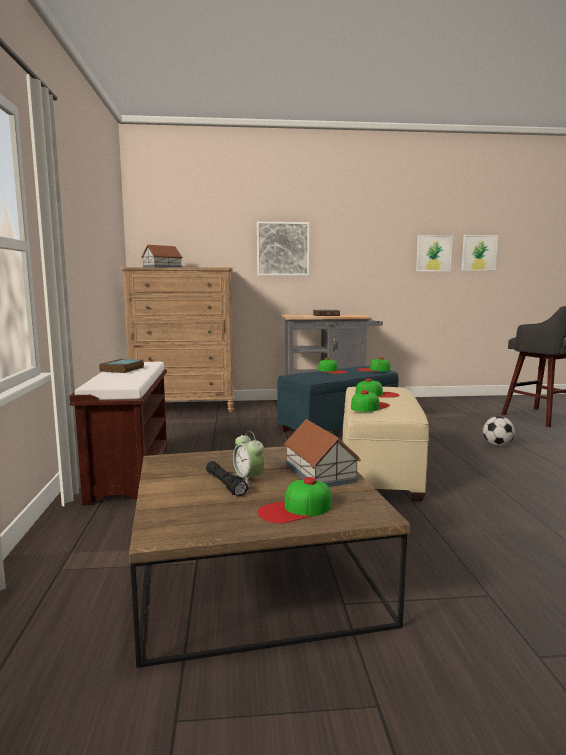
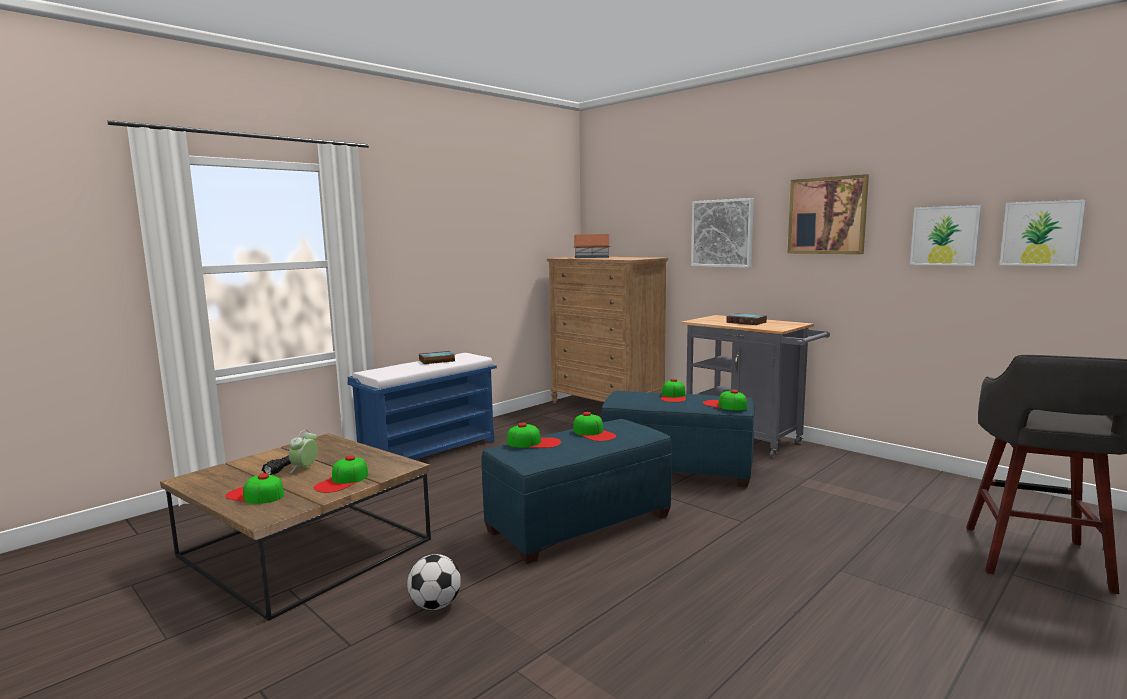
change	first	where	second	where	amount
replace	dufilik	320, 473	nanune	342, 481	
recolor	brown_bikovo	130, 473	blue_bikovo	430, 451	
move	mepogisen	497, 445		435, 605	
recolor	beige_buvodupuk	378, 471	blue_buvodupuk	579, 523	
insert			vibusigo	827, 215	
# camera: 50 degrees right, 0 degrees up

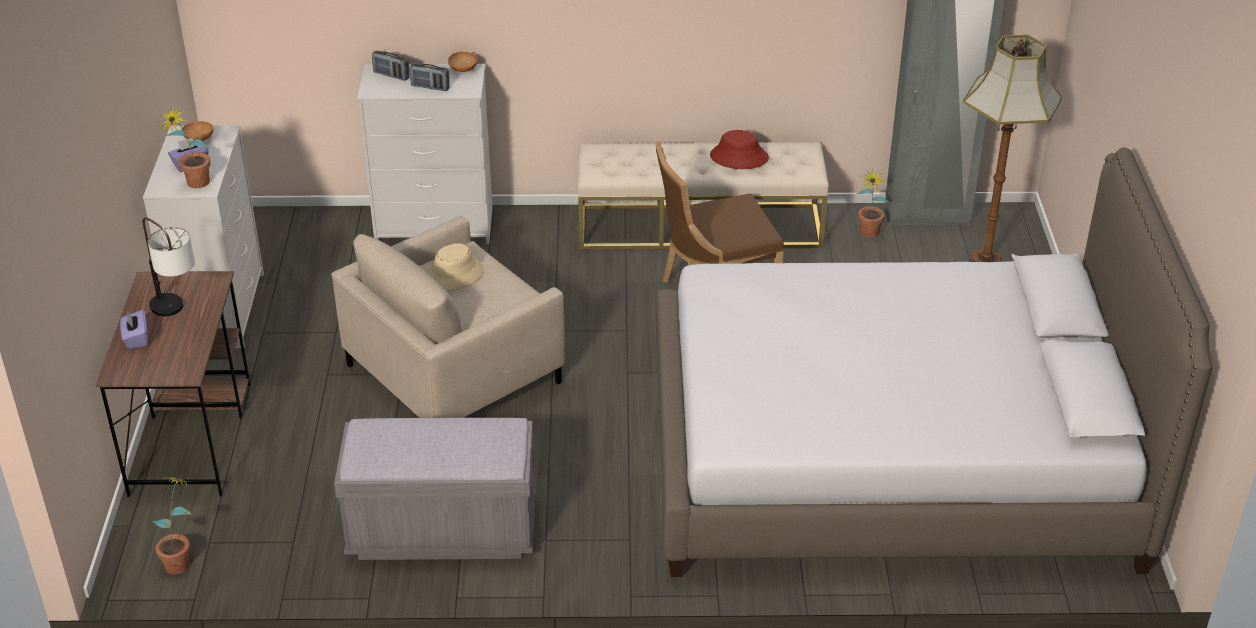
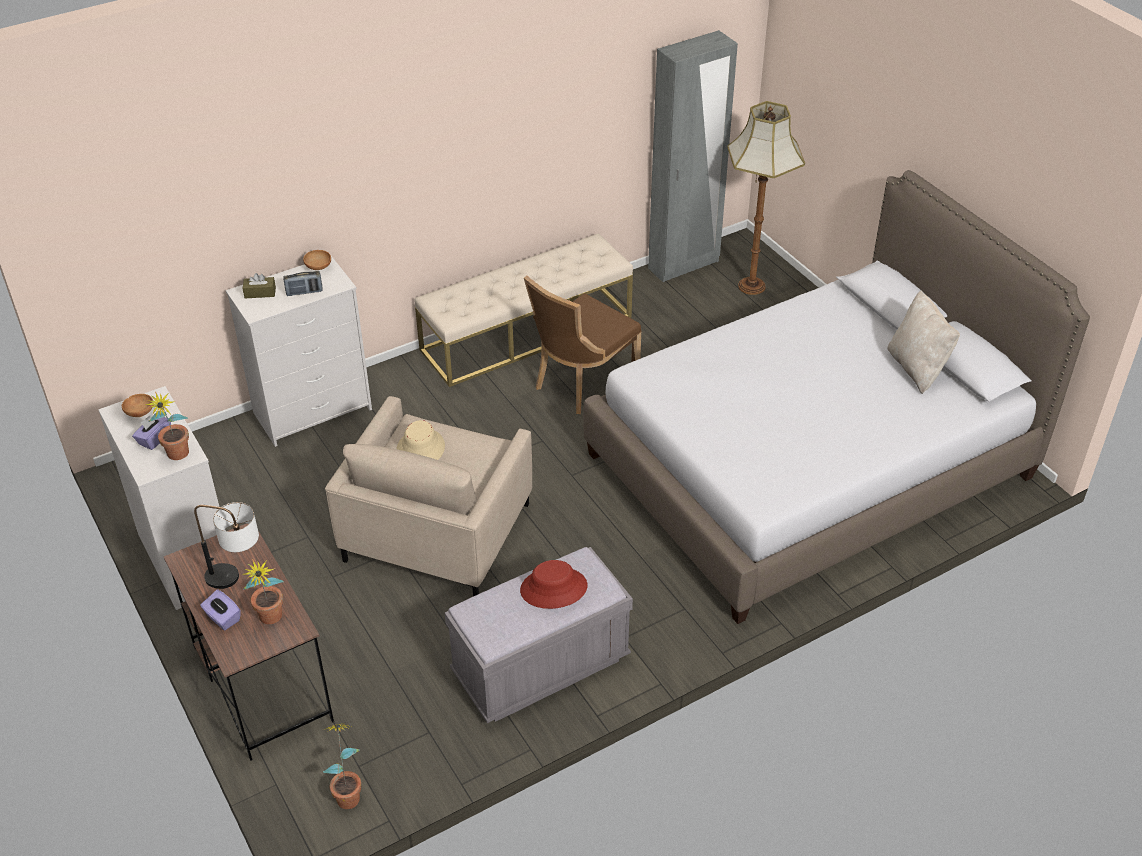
change	first	where	second	where	amount
move	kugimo	868, 235		271, 621	
replace	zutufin	391, 75	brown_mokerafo	260, 293	
move	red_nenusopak	739, 157		553, 589	
insert			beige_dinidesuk	917, 368	
# camera: 30 degrees left, 5 degrees up

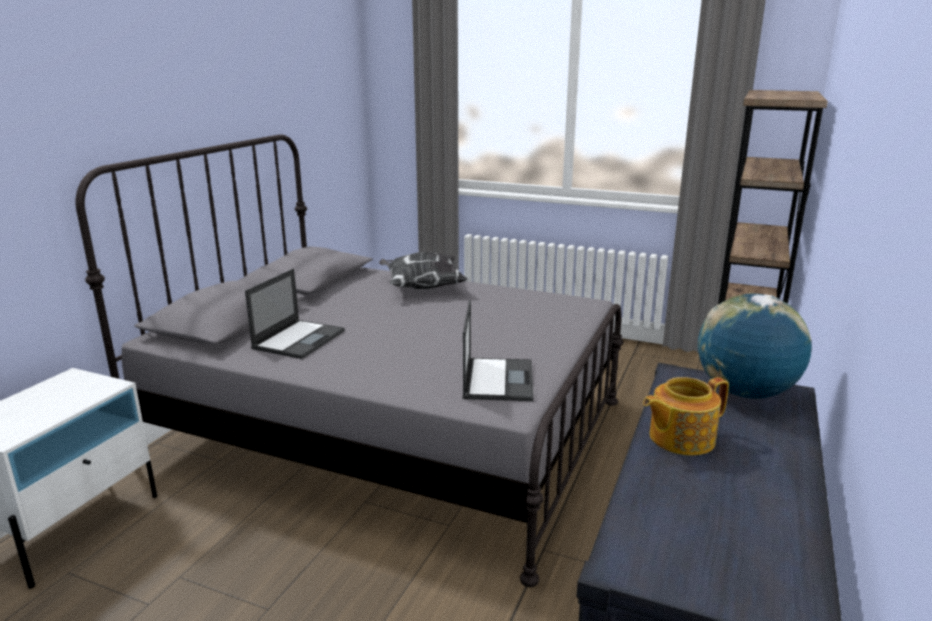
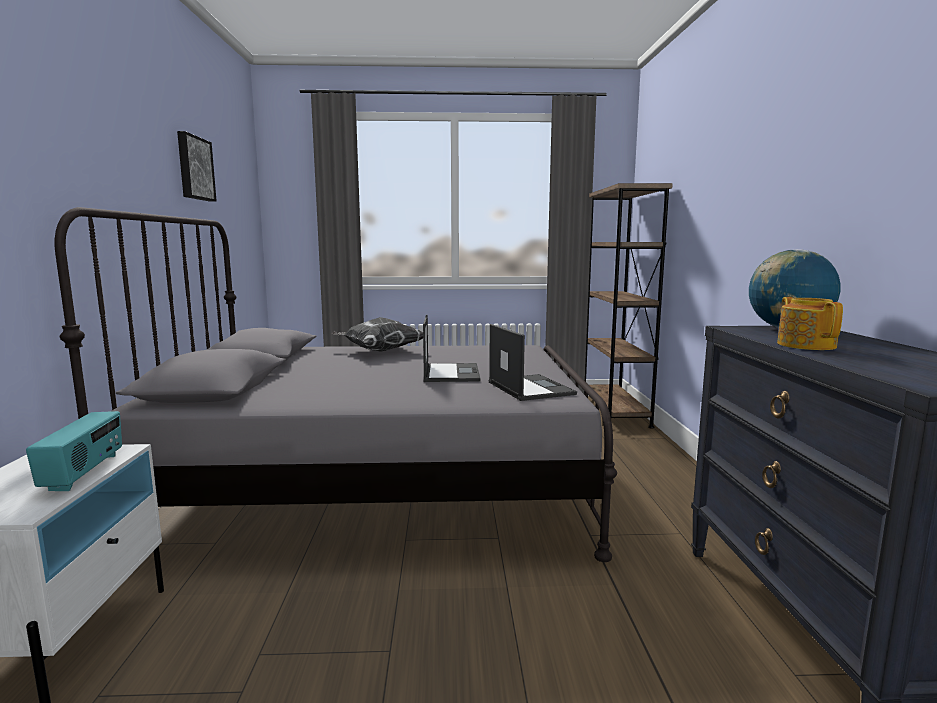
change	first	where	second	where	amount
insert			zutufin	85, 472	
insert			vibusigo	194, 168	
move	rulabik	299, 339		451, 373	
rotate	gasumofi	679, 438		806, 345	135 degrees clockwise
# camera: 25 degrees left, 10 degrees down

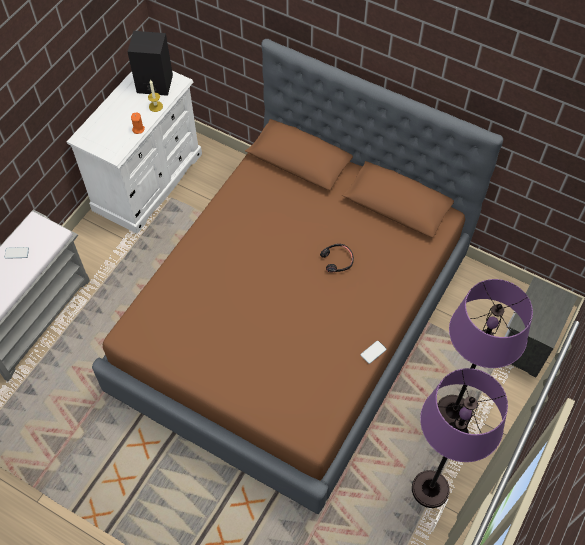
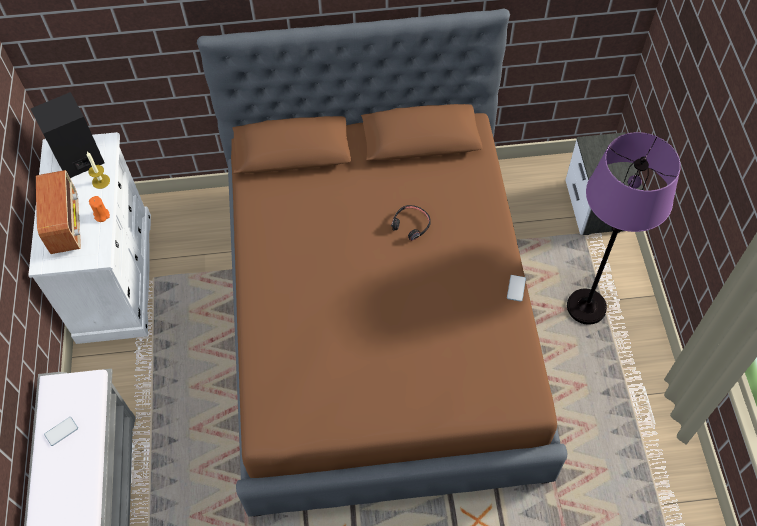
change	first	where	second	where	amount
insert			zutufin	66, 224	
delete	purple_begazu	430, 489			
# camera: 35 degrees left, 0 degrees up

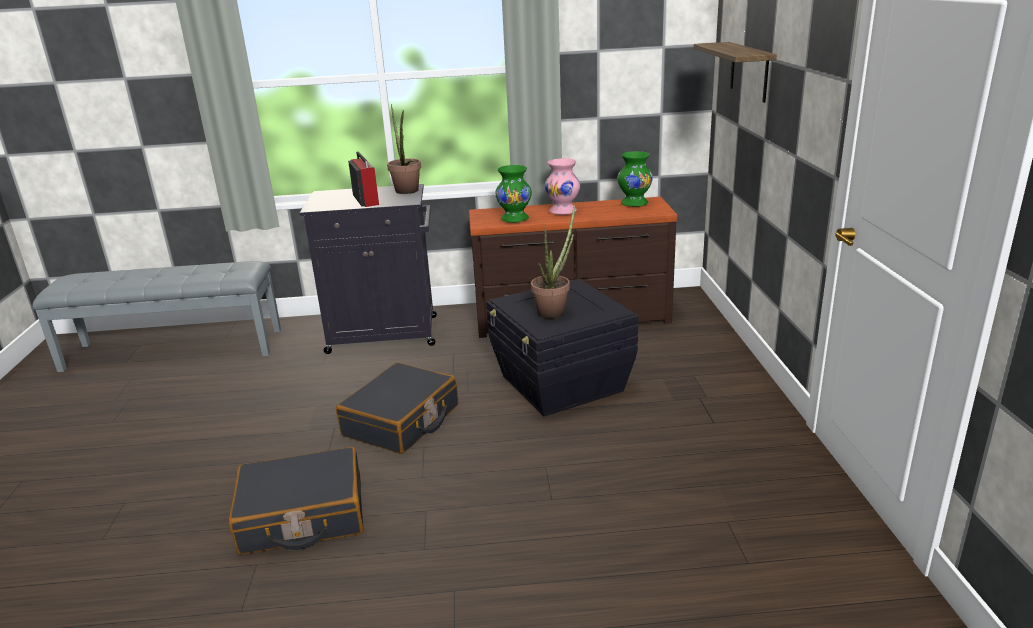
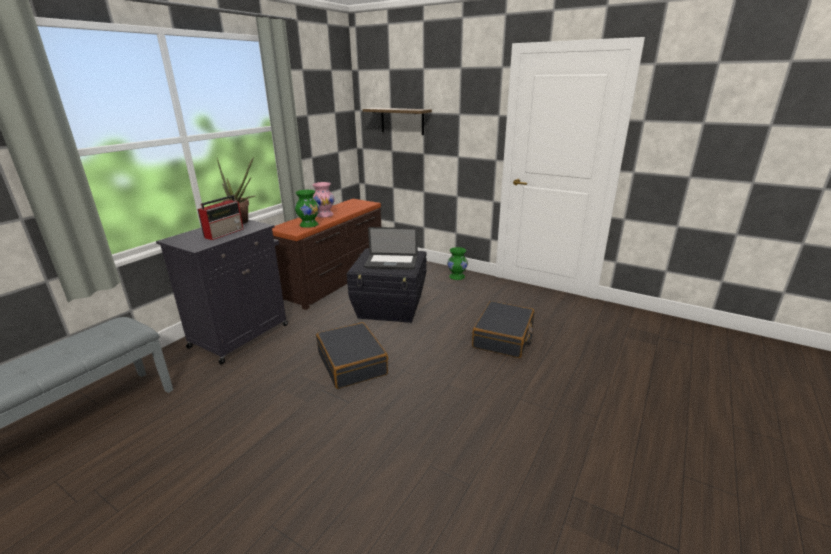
change	first	where	second	where	amount
rotate	zutufin	366, 199		225, 233	105 degrees clockwise
replace	kugimo	554, 310	rulabik	391, 263	
move	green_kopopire	634, 203		457, 277	
move	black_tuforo	302, 516		503, 337	
# camera: 55 degrees left, 0 degrees up

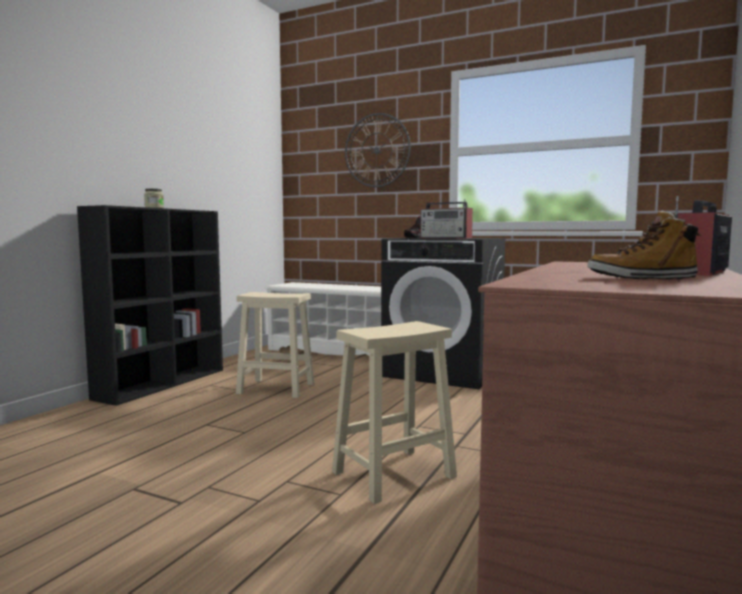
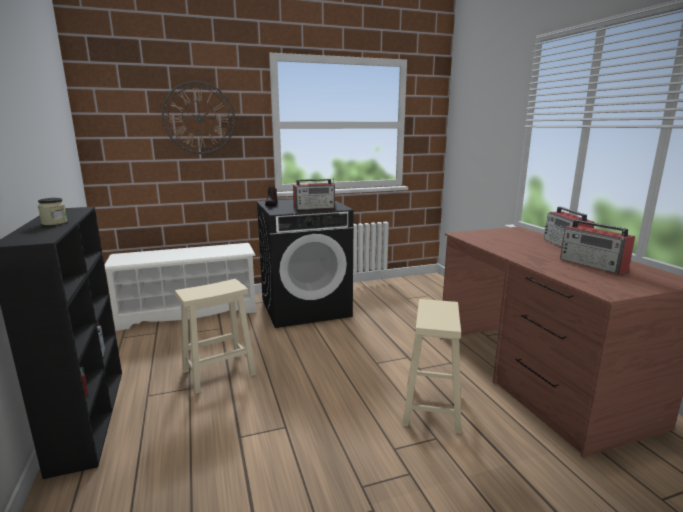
change	first	where	second	where	amount
replace	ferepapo	641, 278	zutufin	593, 265	
# camera: 45 degrees left, 10 degrees up

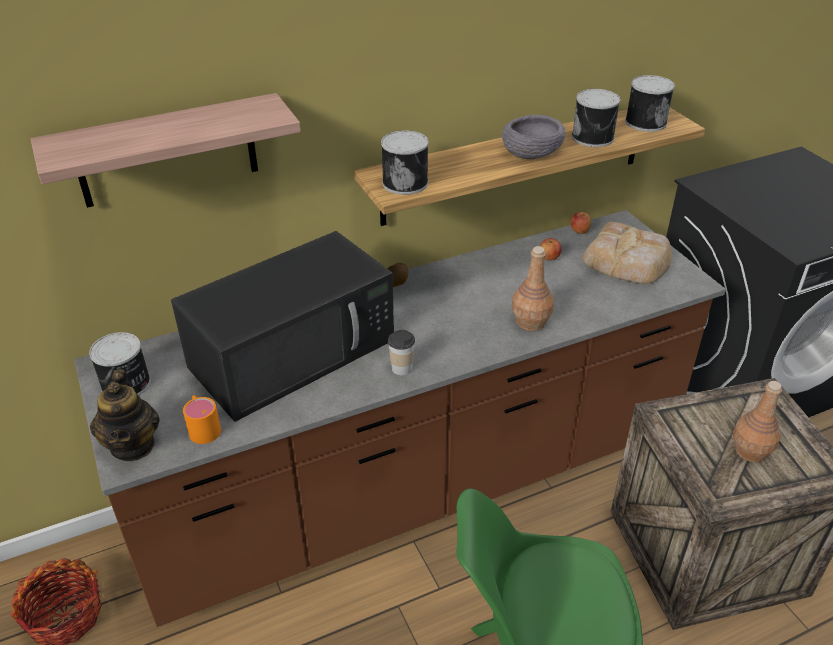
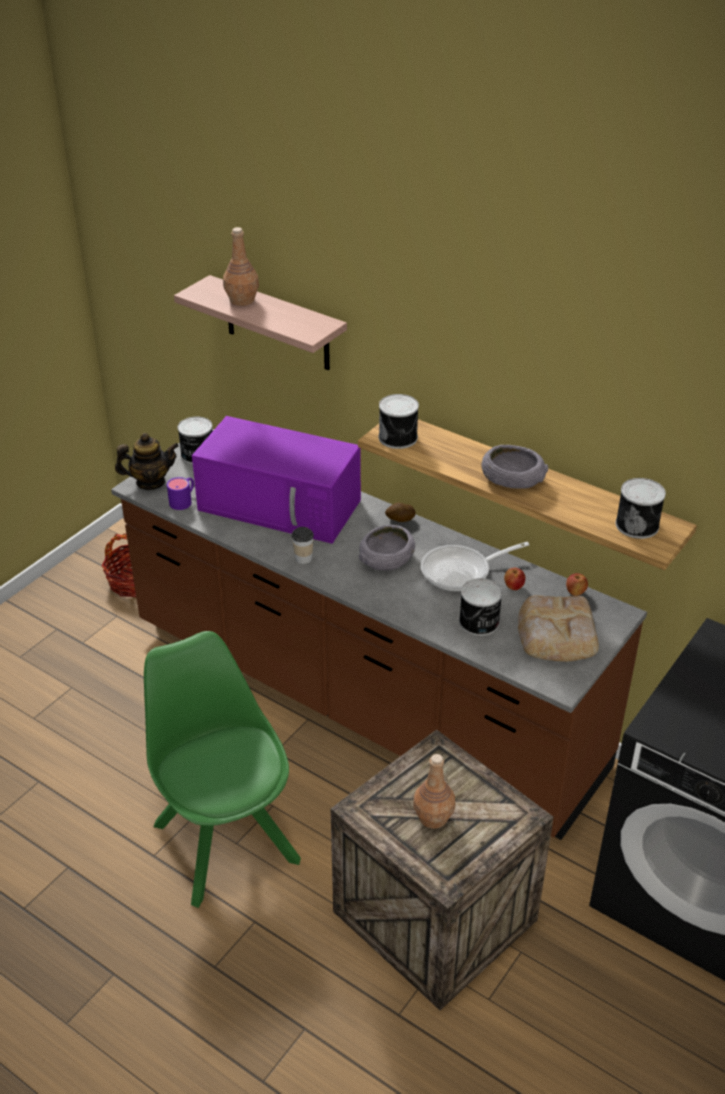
change	first	where	second	where	amount
rotate	gasumofi	133, 445		150, 482	150 degrees counterclockwise
recolor	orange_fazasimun	203, 427	purple_fazasimun	184, 500	
recolor	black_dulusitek	294, 351	purple_dulusitek	282, 505	
move	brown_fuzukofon	531, 322		242, 300	
insert			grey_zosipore	387, 558	
insert			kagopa	461, 571	
move	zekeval	594, 137		479, 623	
# camera: 60 degrees right, 0 degrees up

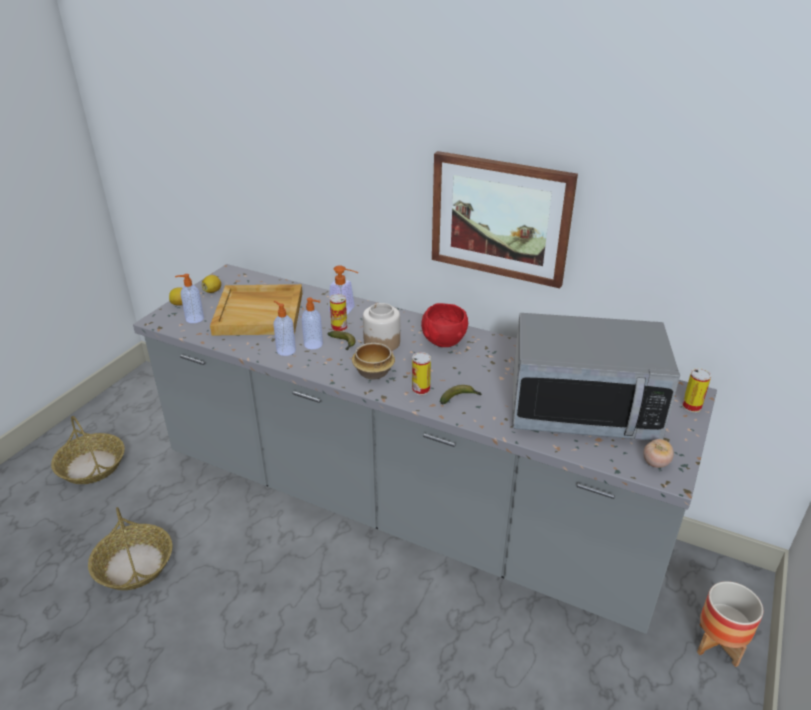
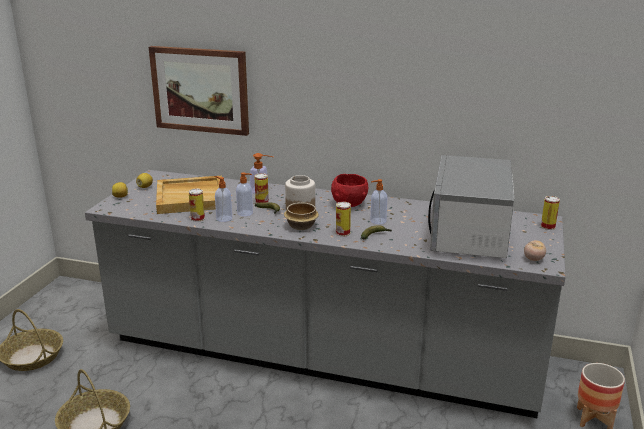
change	first	where	second	where	amount
move	vibusigo	500, 218		200, 90	
insert			zekeval	197, 218	
move	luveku	194, 319		377, 221	
rotate	dulusitek	582, 409		470, 234	105 degrees clockwise
# camera: 10 degrees left, 10 degrees down

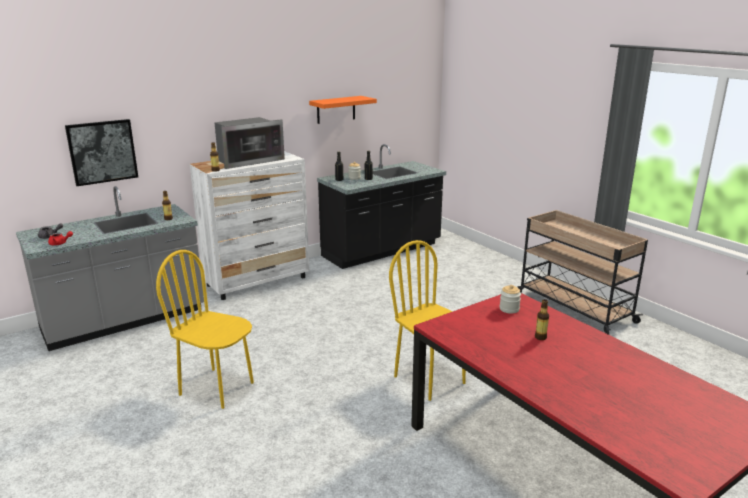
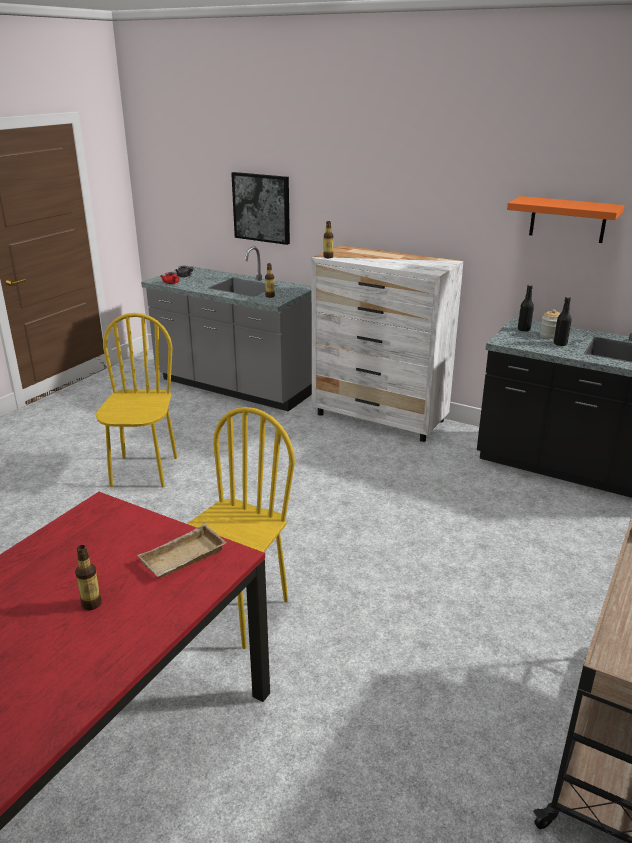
change	first	where	second	where	amount
replace	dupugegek	509, 309	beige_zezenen	183, 559	
delete	dulusitek	248, 160			
# camera: 65 degrees right, 5 degrees up

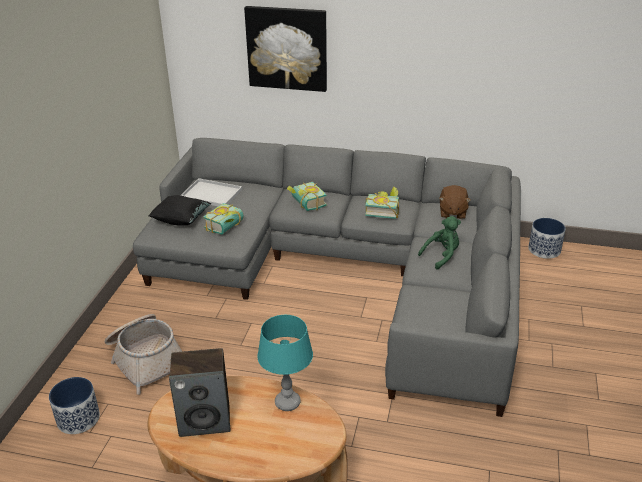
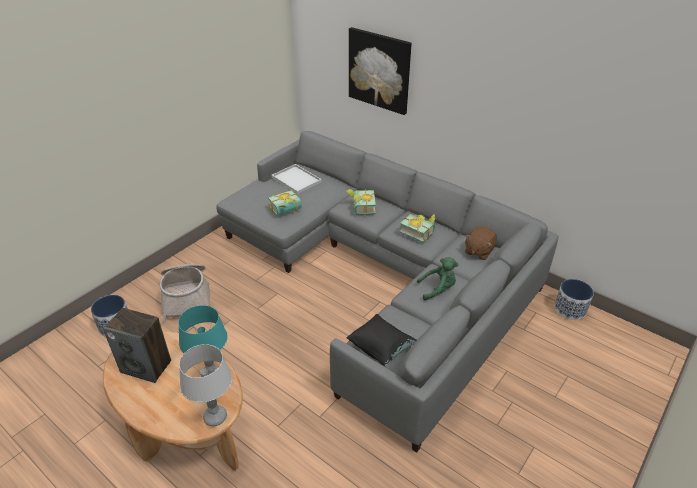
change	first	where	second	where	amount
insert			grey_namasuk	215, 417	
move	black_dinidesuk	181, 220		381, 349	
# camera: 25 degrees right, 5 degrees up

